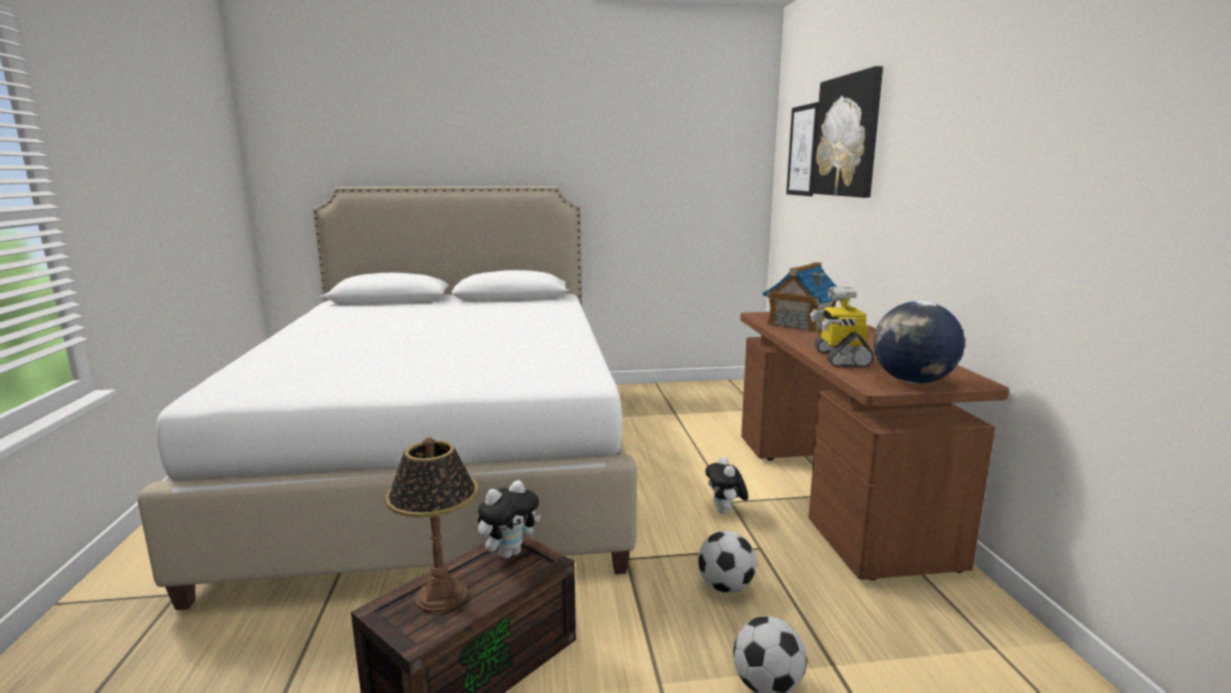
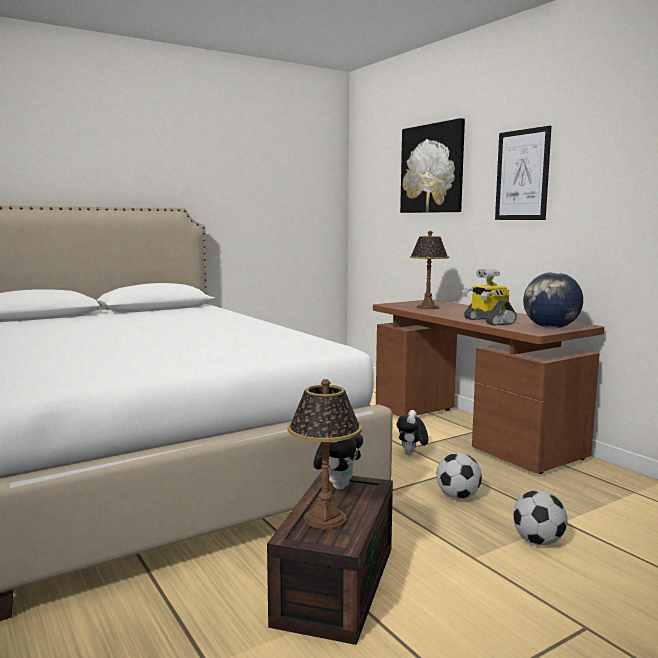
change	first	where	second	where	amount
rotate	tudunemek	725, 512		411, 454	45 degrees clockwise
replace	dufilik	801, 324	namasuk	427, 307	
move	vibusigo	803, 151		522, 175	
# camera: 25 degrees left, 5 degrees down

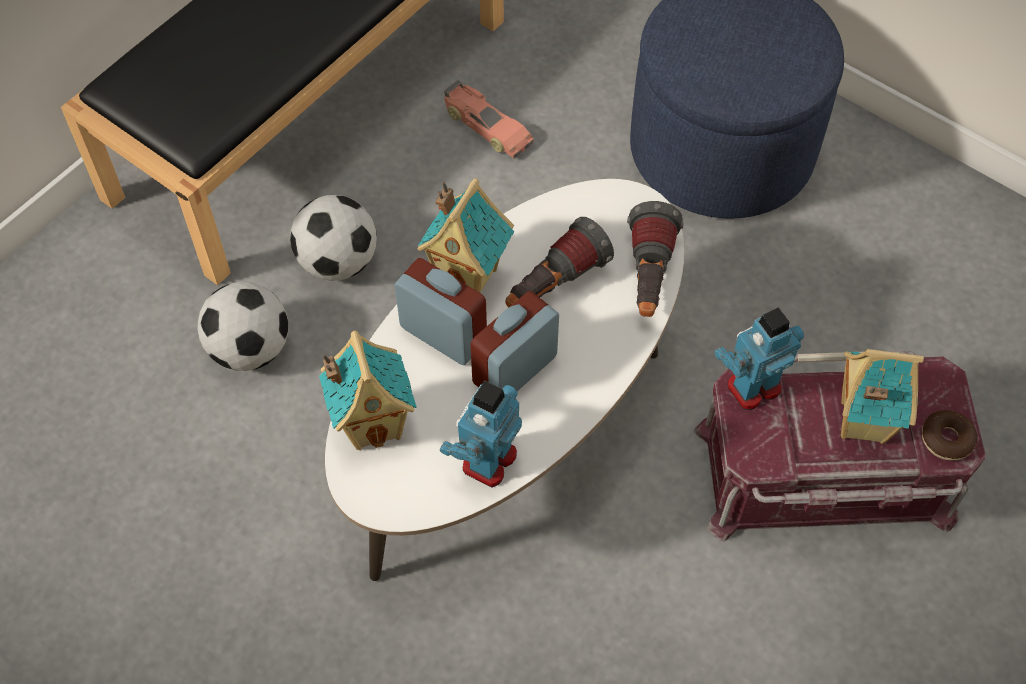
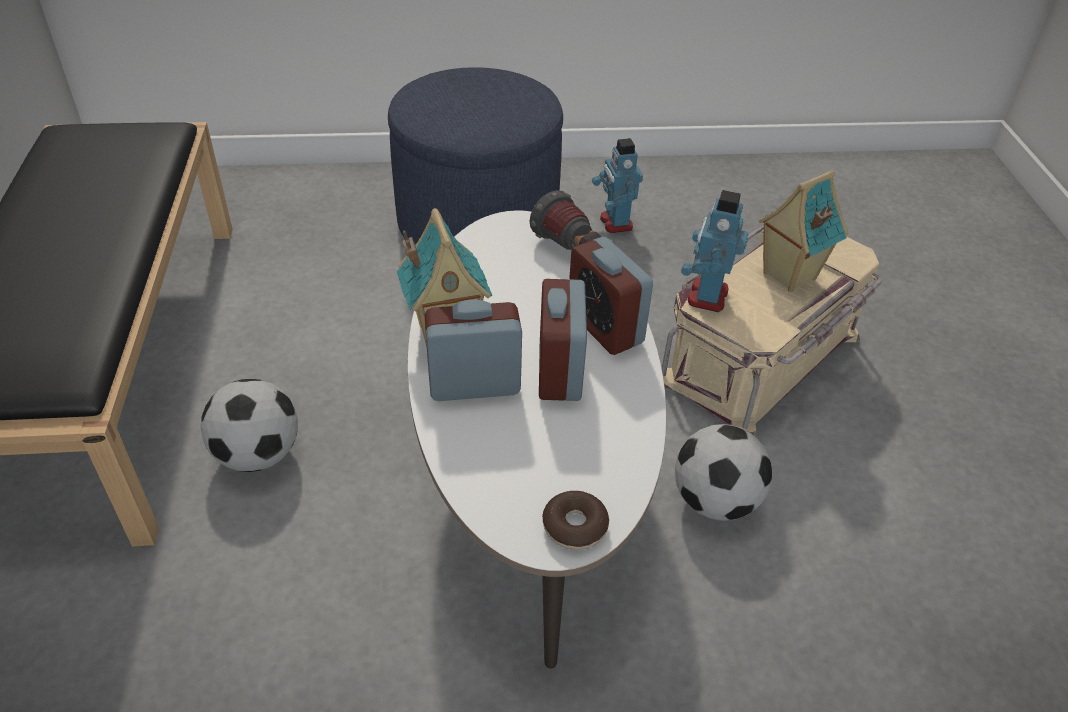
change	first	where	second	where	amount
move	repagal	946, 439		575, 526	
insert			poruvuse	604, 327	
move	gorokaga	488, 460		615, 223	
recolor	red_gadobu	824, 476	beige_gadobu	761, 359	
move	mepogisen	250, 349		714, 501	
delete	dufilik	374, 423			
delete	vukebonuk	487, 126			
delete	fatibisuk	554, 286			
# camera: 45 degrees left, 15 degrees down

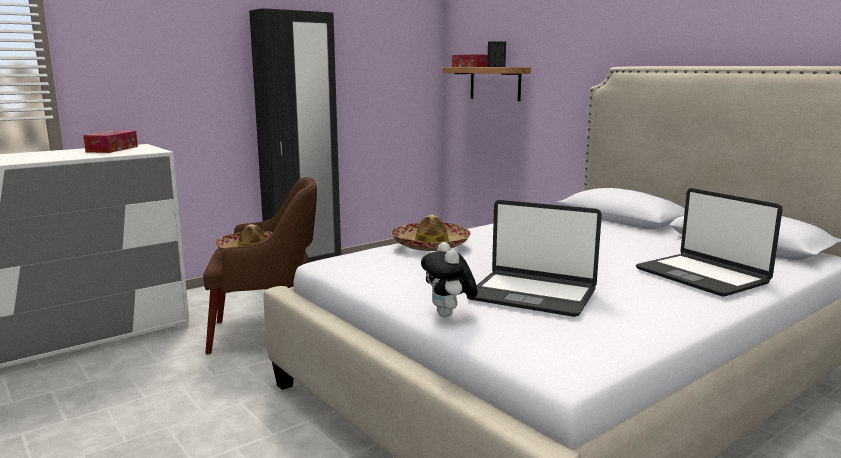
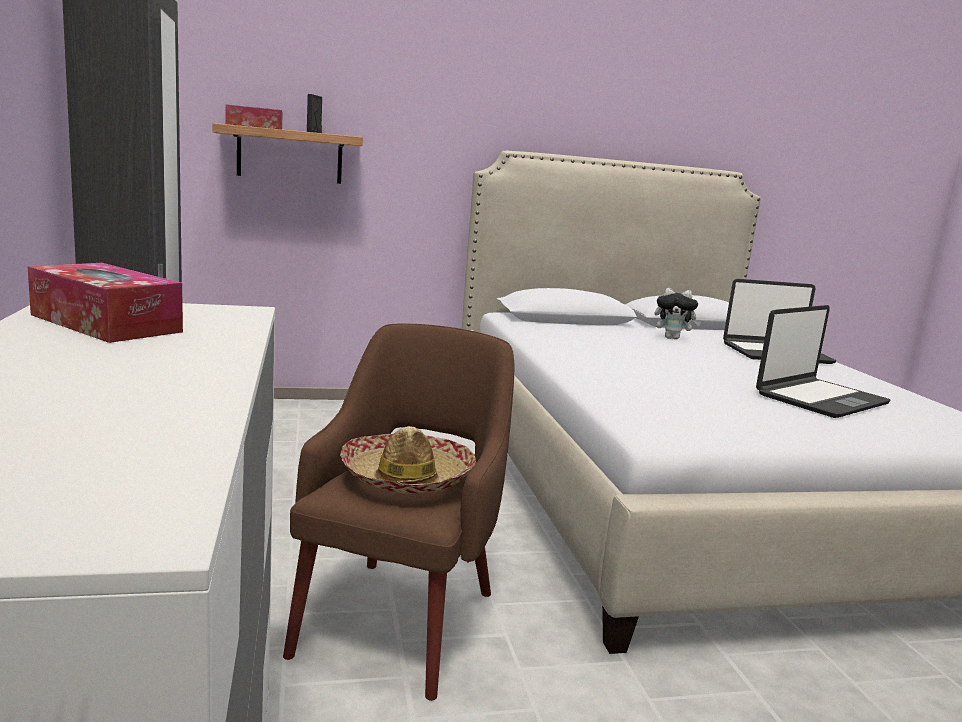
change	first	where	second	where	amount
move	tudunemek	449, 315		673, 338	
delete	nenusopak	431, 245			
# camera: 65 degrees left, 0 degrees up

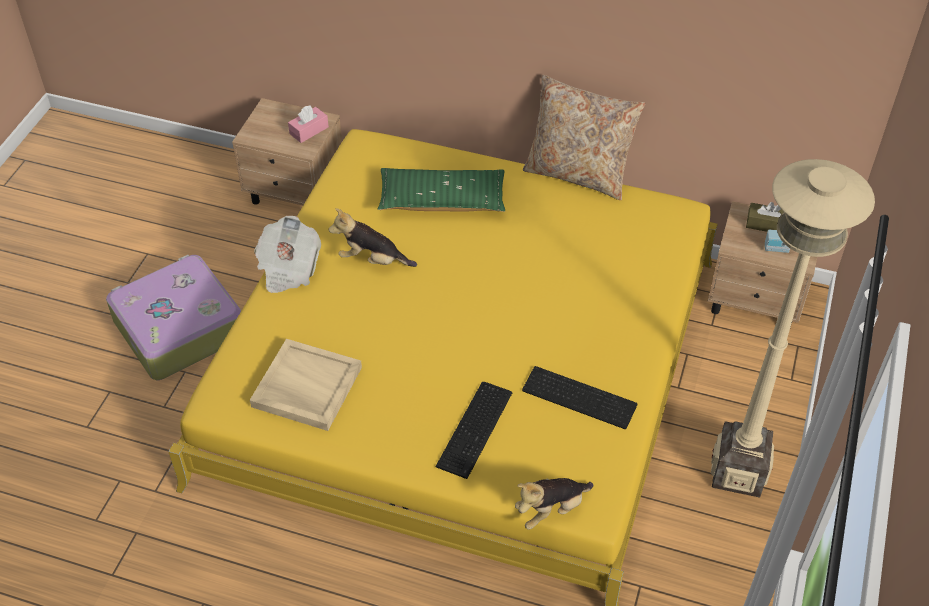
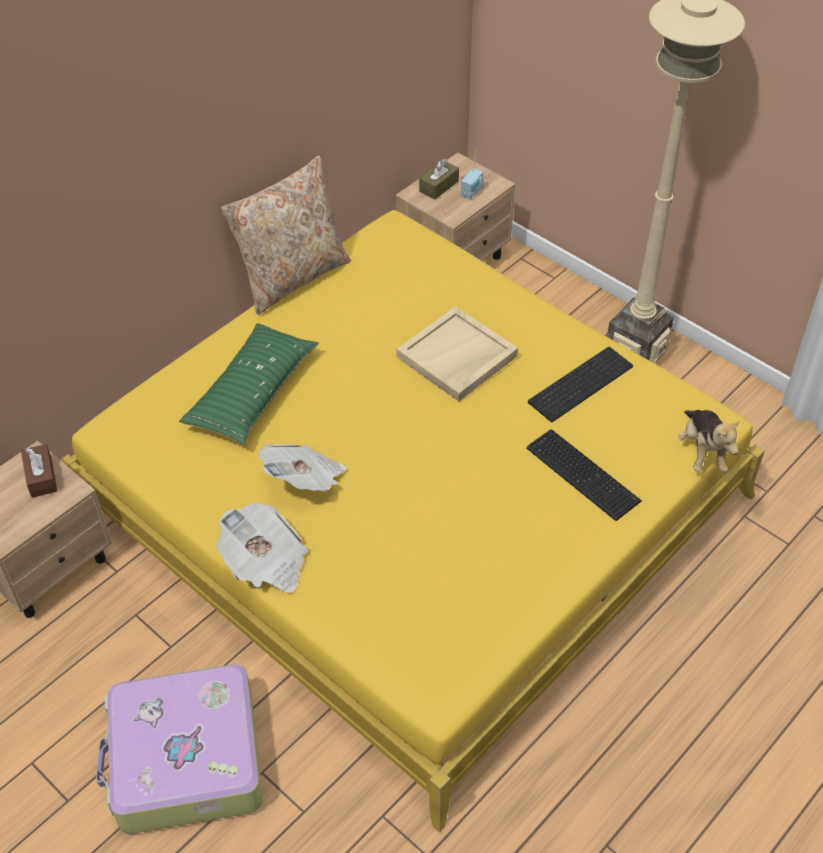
change	first	where	second	where	amount
recolor	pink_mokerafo	309, 130	brown_mokerafo	41, 477	
replace	tudunemek	372, 260	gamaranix	305, 480	
move	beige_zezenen	306, 387		457, 357	
# camera: 65 degrees left, 0 degrees up

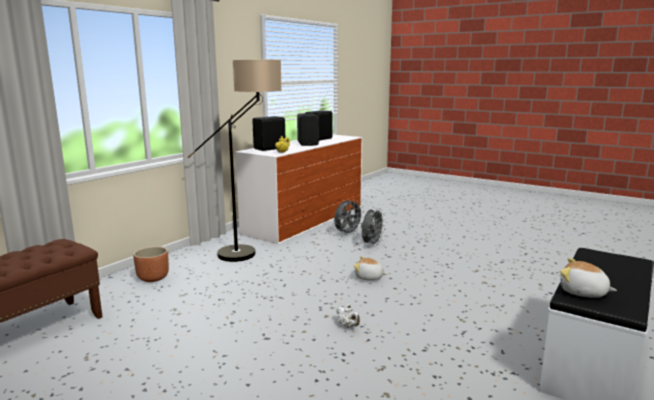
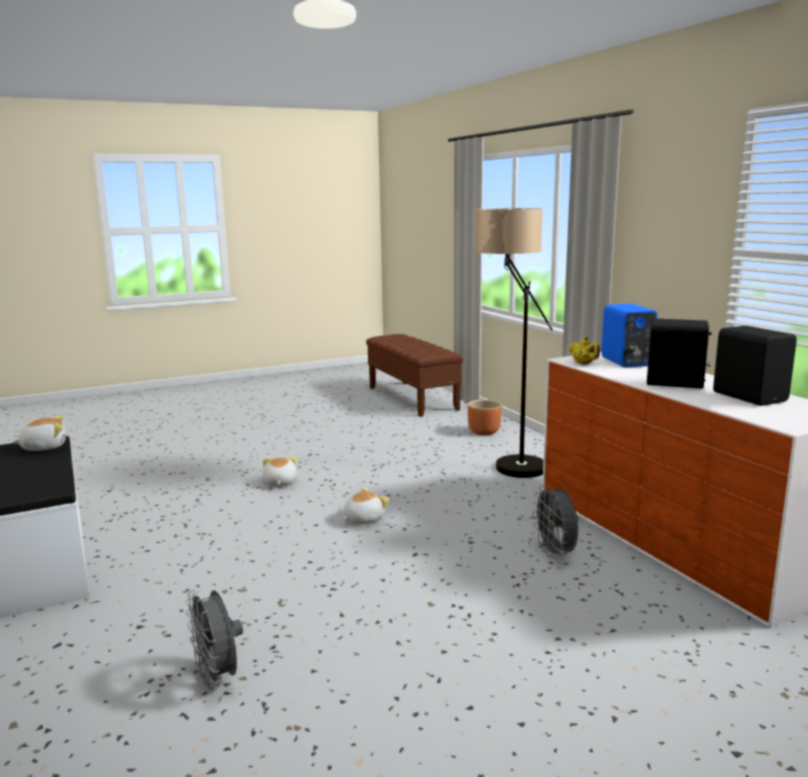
change	first	where	second	where	amount
move	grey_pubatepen	371, 244		218, 676	
replace	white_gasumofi	348, 326	tudunemek	279, 482	
recolor	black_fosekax	270, 149	blue_fosekax	625, 362	
# camera: 120 degrees right, 0 degrees up

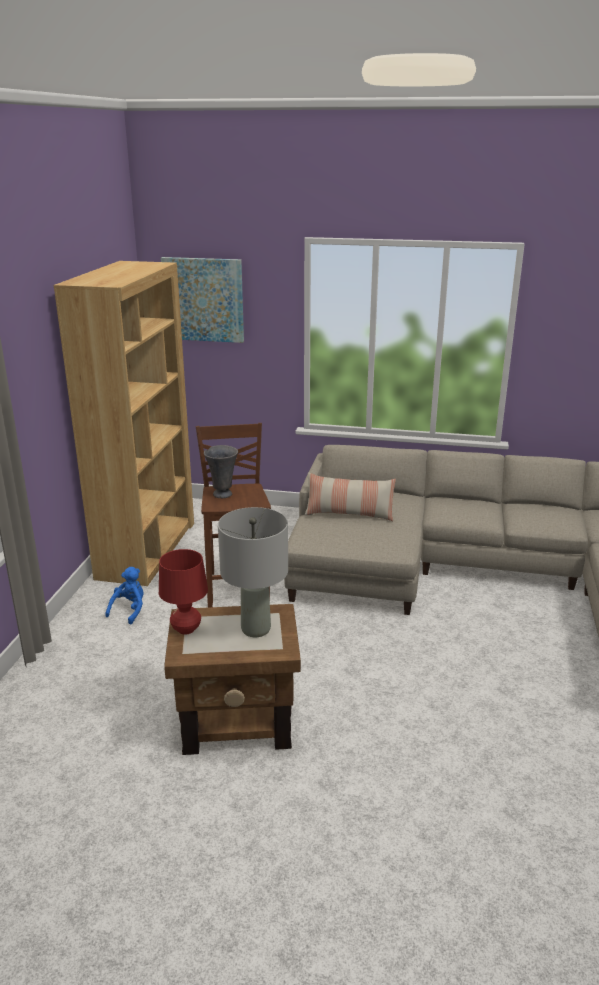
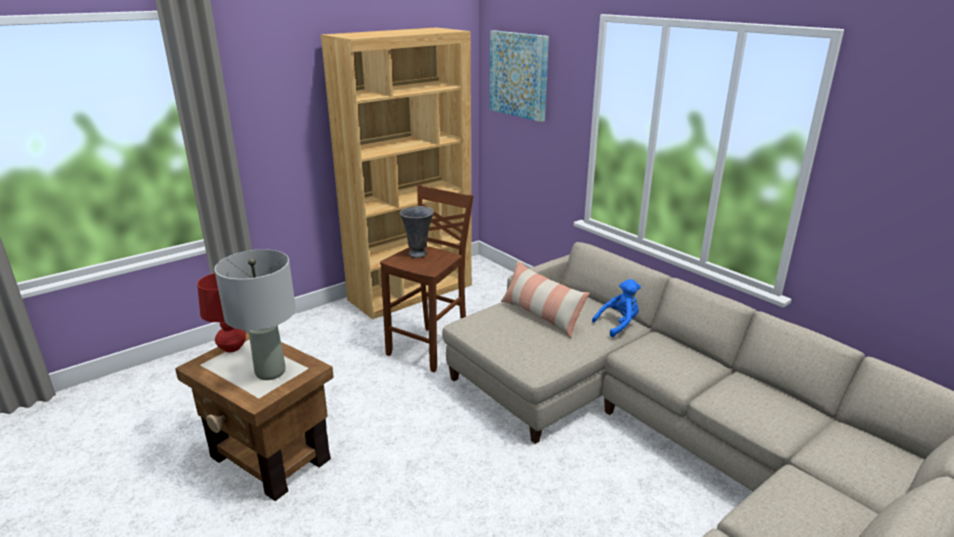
change	first	where	second	where	amount
move	blue_tudunemek	129, 610		618, 324	
# camera: 40 degrees right, 0 degrees up

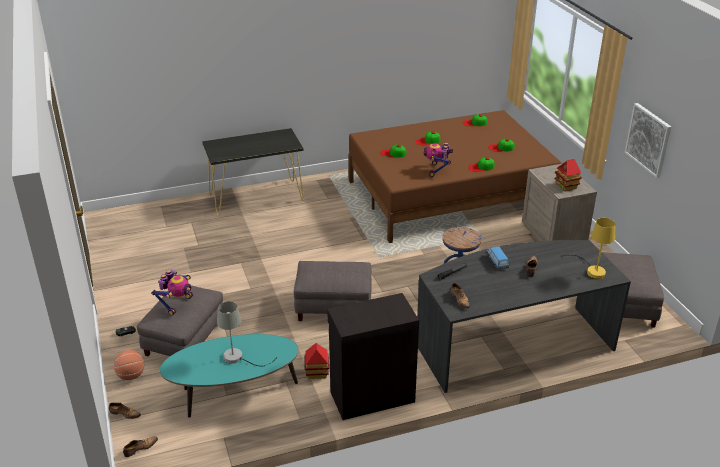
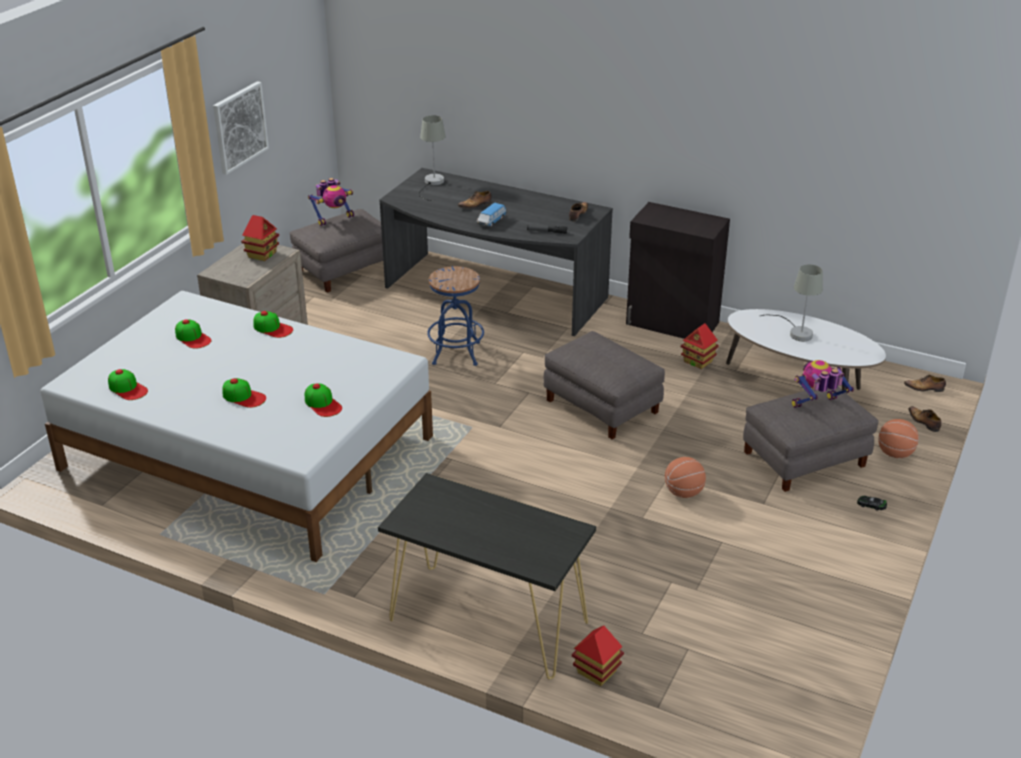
change	first	where	second	where	amount
recolor	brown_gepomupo	449, 196	white_gepomupo	248, 452	
move	gorokaga	437, 170		334, 218	
recolor	yellow_namasuk	592, 270	grey_namasuk	432, 184	
insert			dufilik	596, 672	
insert			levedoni	683, 492	
recolor	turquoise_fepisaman	234, 394	white_fepisaman	797, 385	
# camera: 135 degrees left, 0 degrees up

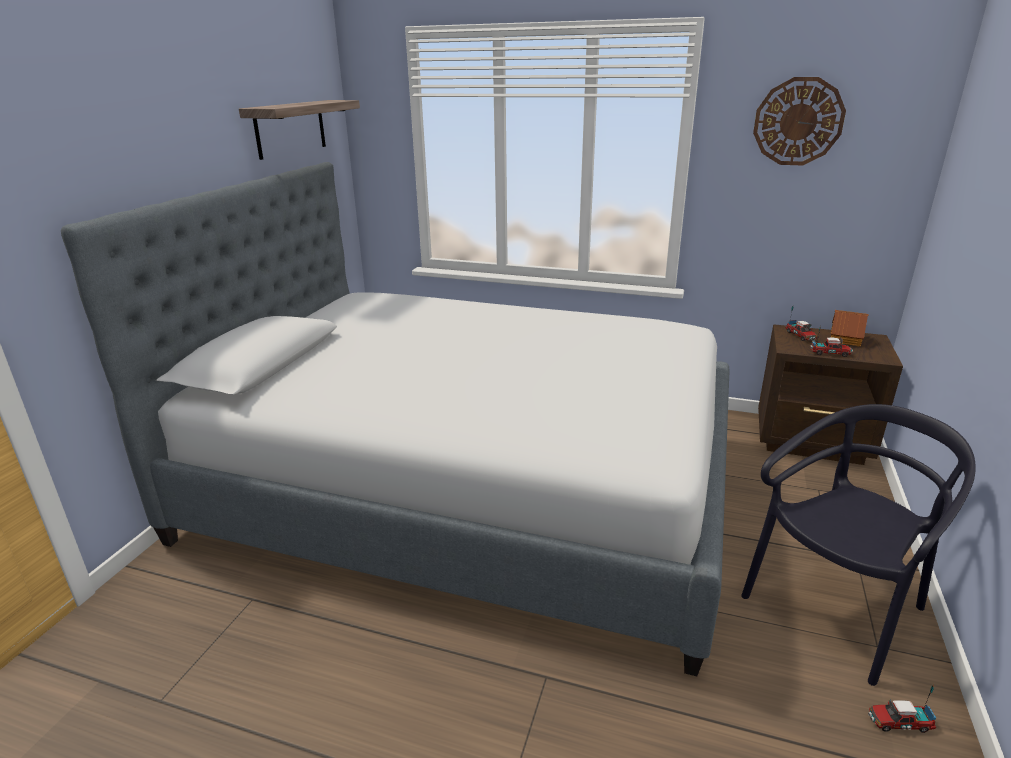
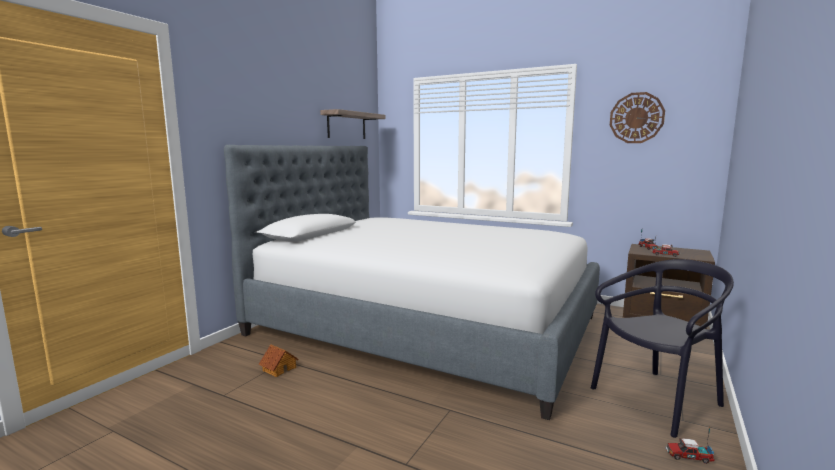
change	first	where	second	where	amount
move	dufilik	844, 338		279, 369	
# camera: 10 degrees right, 15 degrees down

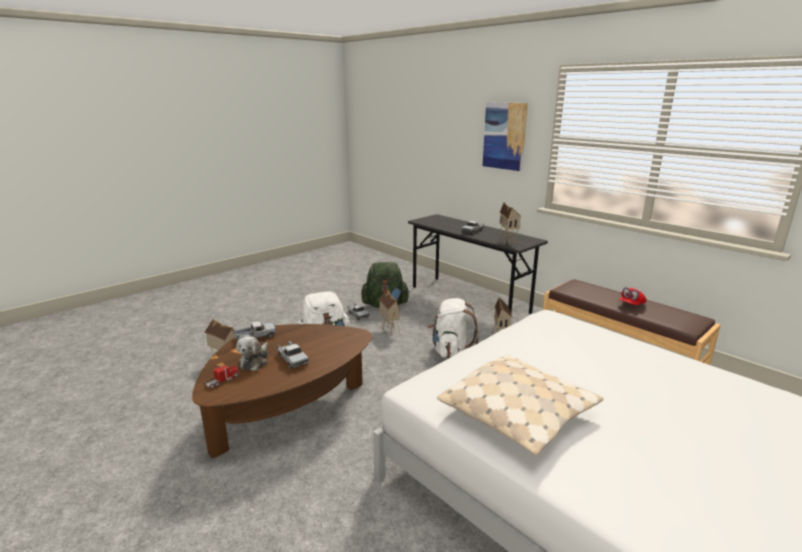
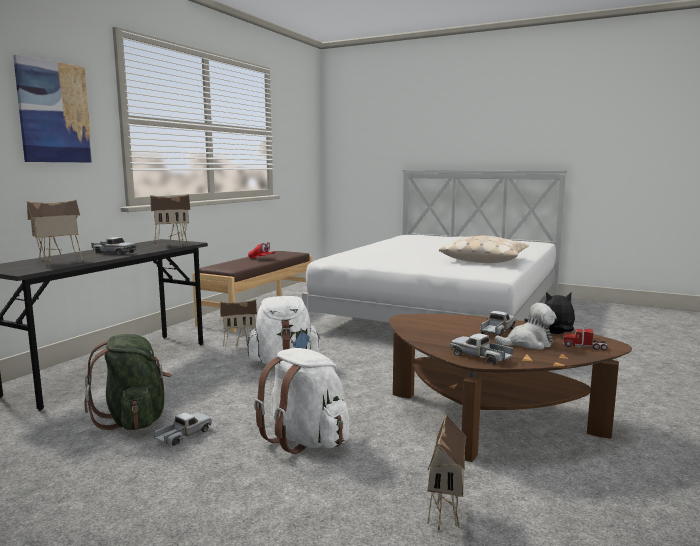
change	first	where	second	where	amount
move	dufilik	389, 330		59, 261	
insert			tudunemek	556, 334	
# camera: 110 degrees left, 10 degrees down

